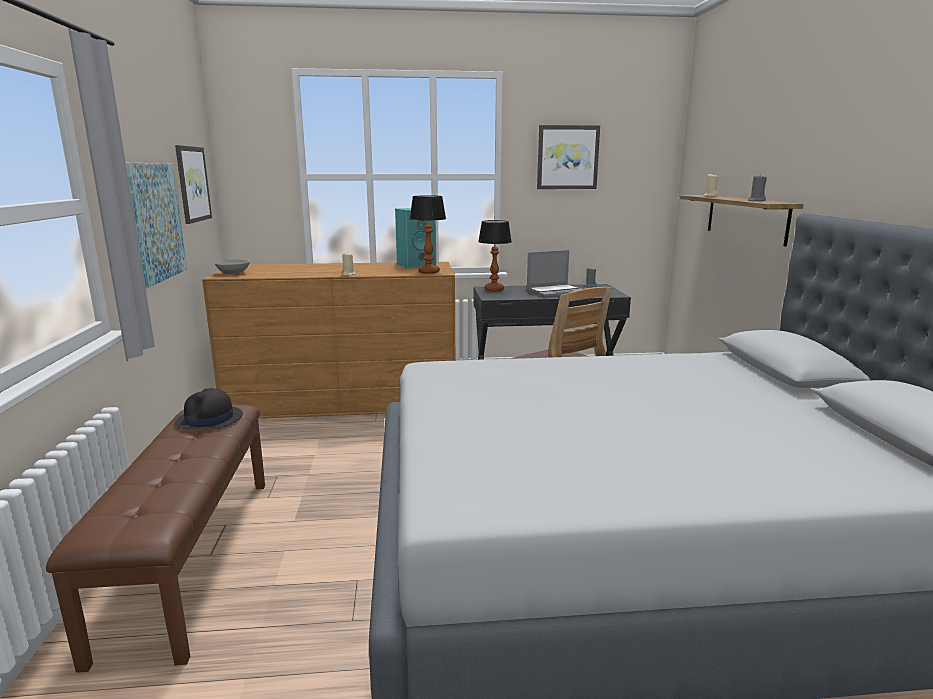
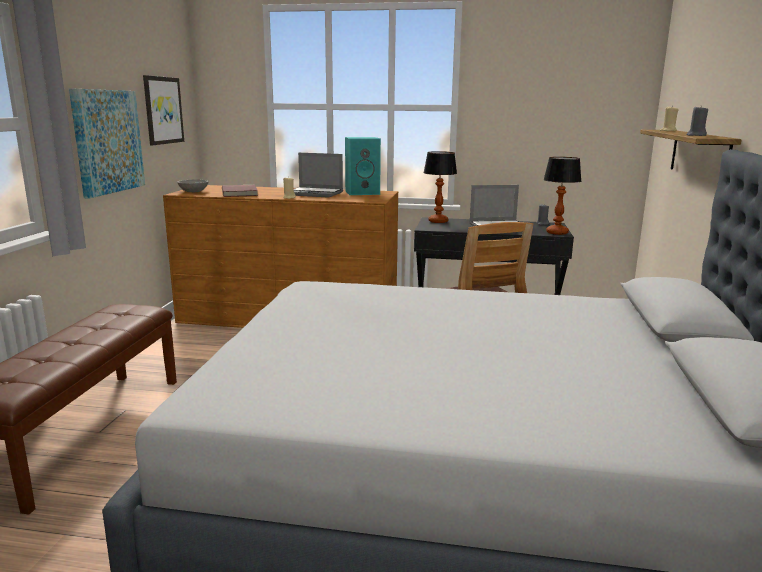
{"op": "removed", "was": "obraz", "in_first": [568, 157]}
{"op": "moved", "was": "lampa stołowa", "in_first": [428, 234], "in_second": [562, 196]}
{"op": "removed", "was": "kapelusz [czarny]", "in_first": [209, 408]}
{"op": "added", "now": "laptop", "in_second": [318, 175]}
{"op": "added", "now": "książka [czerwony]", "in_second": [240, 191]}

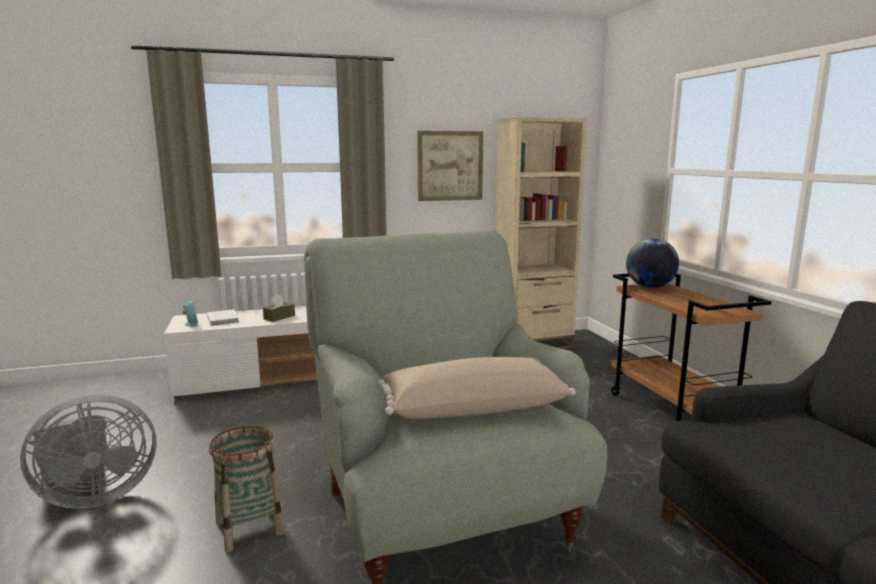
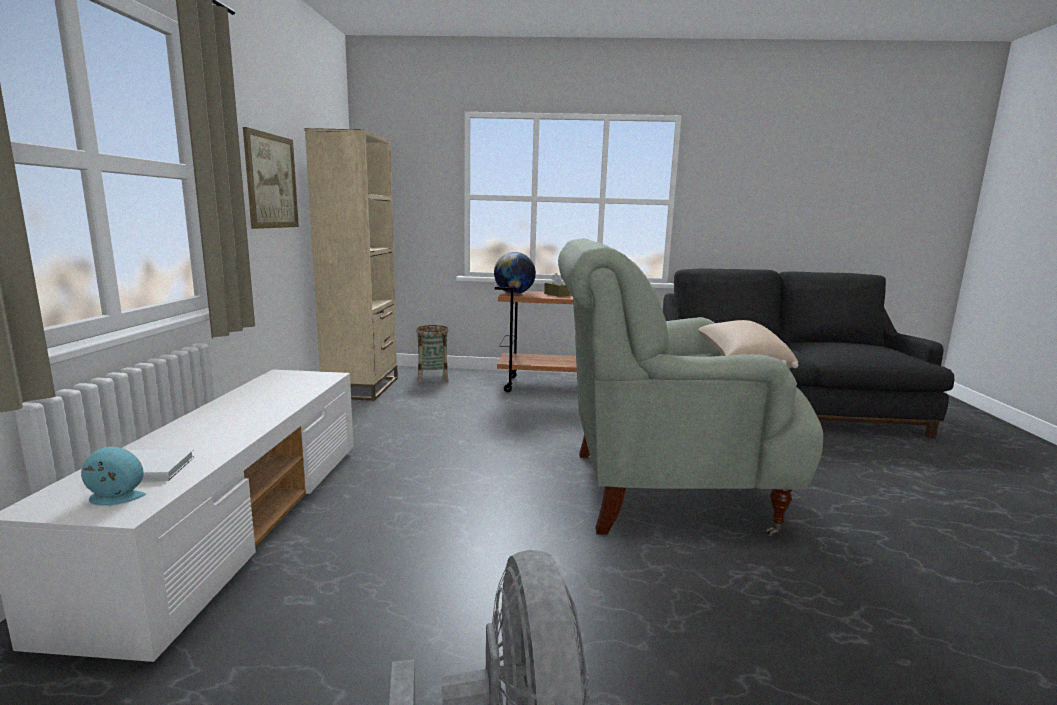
{"op": "moved", "was": "pudełko chusteczek [brązowy]", "in_first": [279, 308], "in_second": [557, 285]}
{"op": "moved", "was": "koszyk", "in_first": [246, 489], "in_second": [432, 354]}

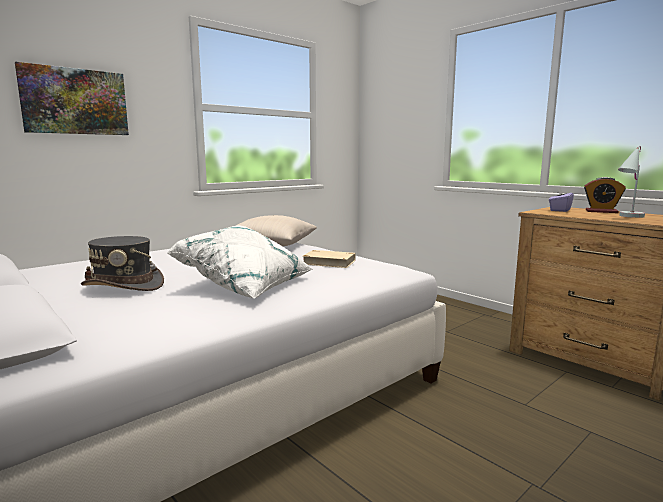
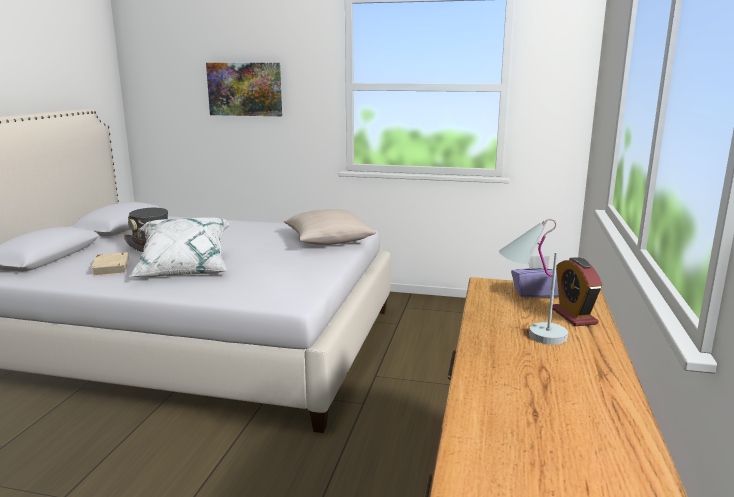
{"op": "moved", "was": "książka [beżowy]", "in_first": [329, 259], "in_second": [110, 264]}

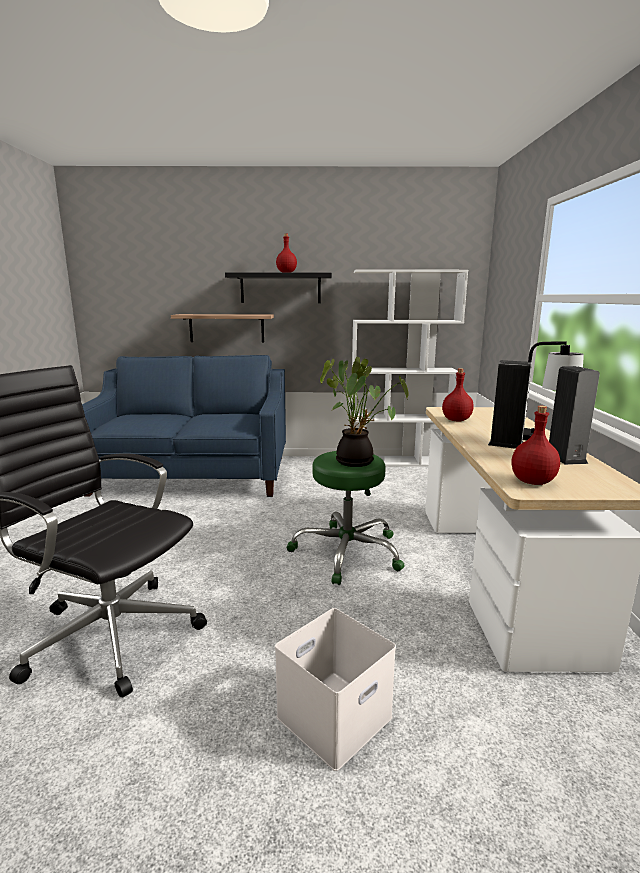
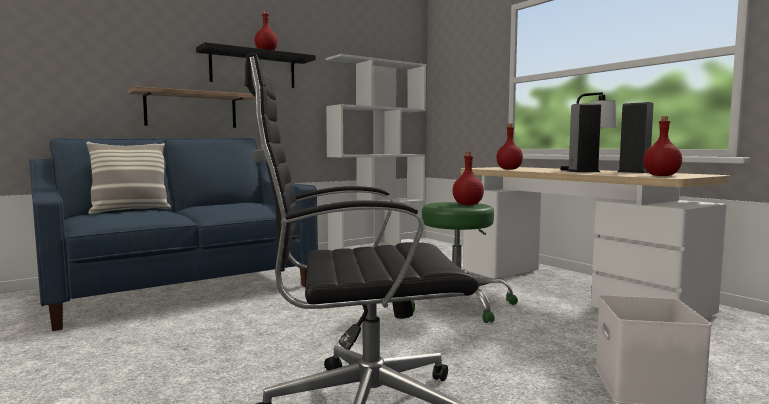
{"op": "replaced", "was": "roślina doniczkowa", "now": "butelka [czerwony]", "in_first": [364, 412], "in_second": [468, 178]}
{"op": "added", "now": "poduszka", "in_second": [128, 178]}

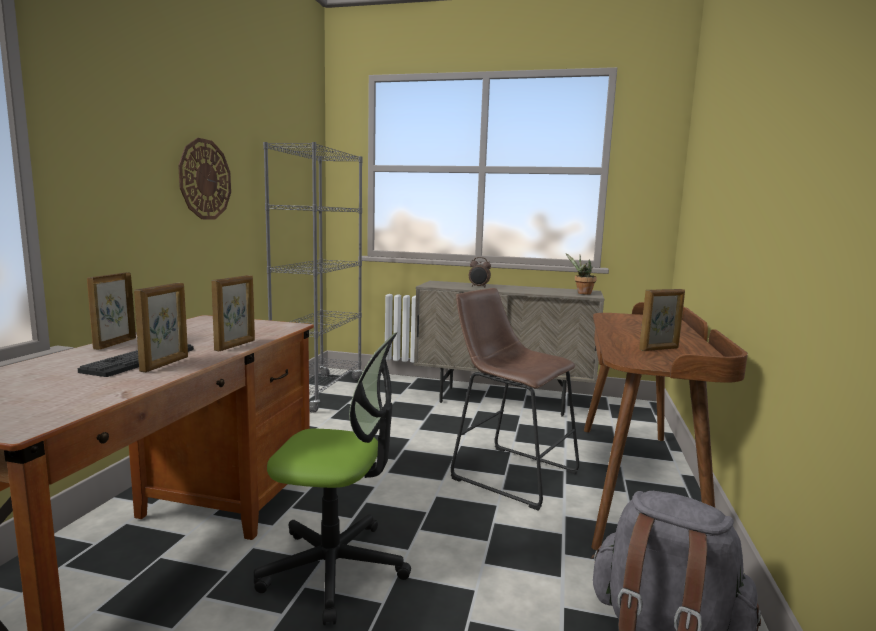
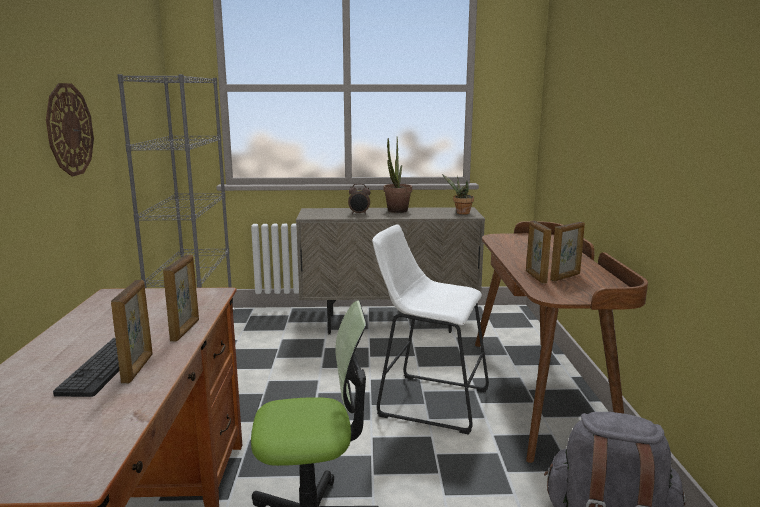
{"op": "moved", "was": "ramka na zdjęcie", "in_first": [111, 311], "in_second": [538, 252]}
{"op": "recoloured", "was": "stołek [brązowy]", "now": "stołek [biały]", "in_first": [515, 399], "in_second": [430, 329]}
{"op": "added", "now": "roślina doniczkowa", "in_second": [398, 175]}

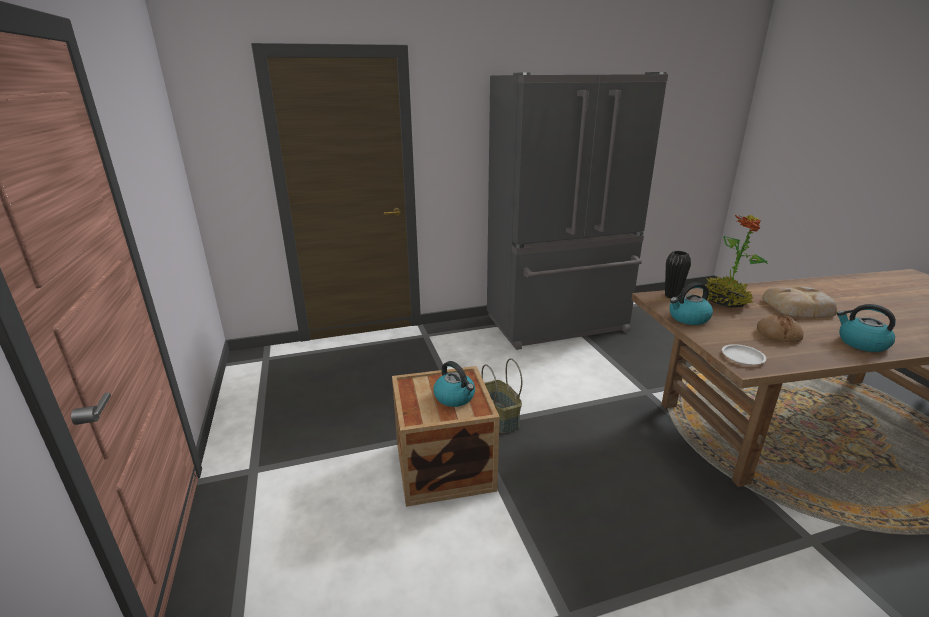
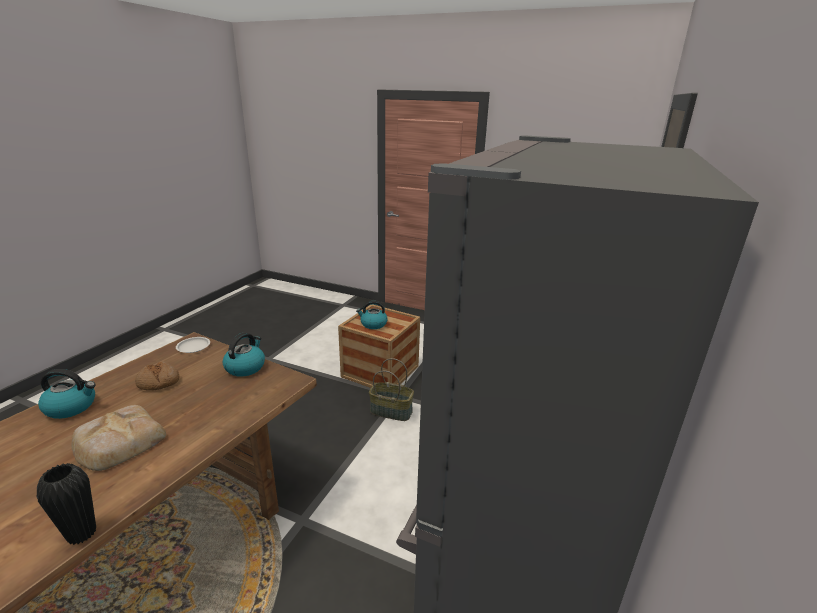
{"op": "removed", "was": "roślina doniczkowa", "in_first": [736, 261]}
{"op": "moved", "was": "wazon [czarny]", "in_first": [678, 274], "in_second": [66, 504]}

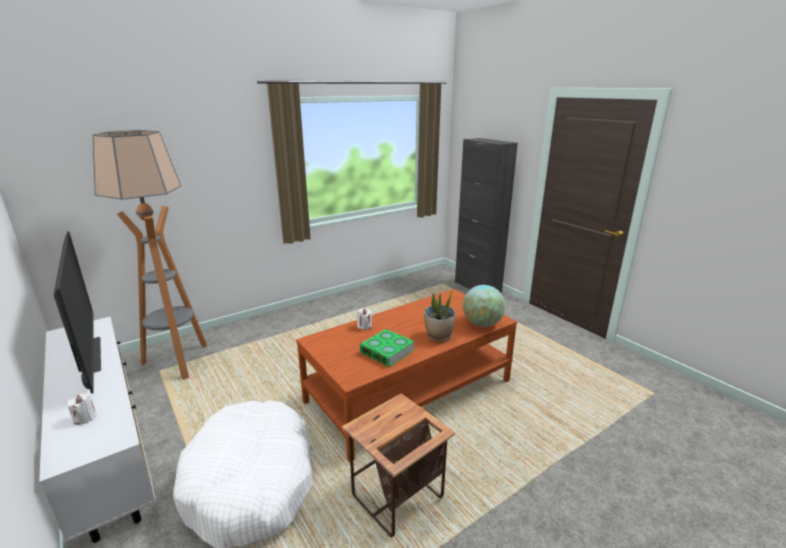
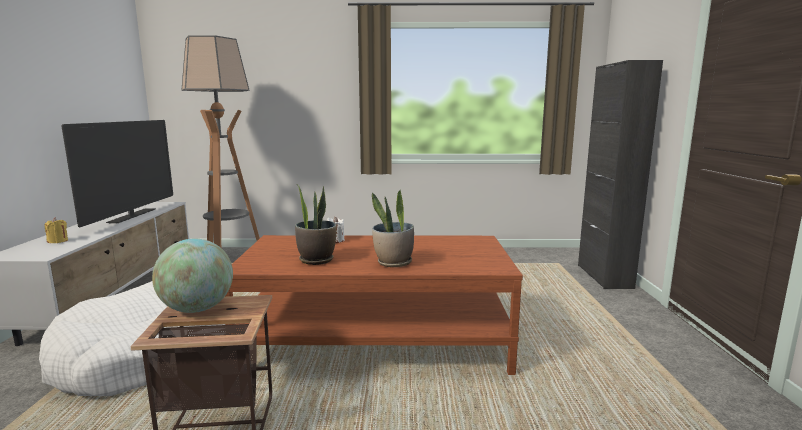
{"op": "moved", "was": "globus", "in_first": [484, 306], "in_second": [192, 276]}
{"op": "replaced", "was": "książka", "now": "roślina doniczkowa", "in_first": [387, 348], "in_second": [316, 225]}
{"op": "recoloured", "was": "świeca [biały]", "now": "świeca [żółty]", "in_first": [82, 409], "in_second": [56, 230]}

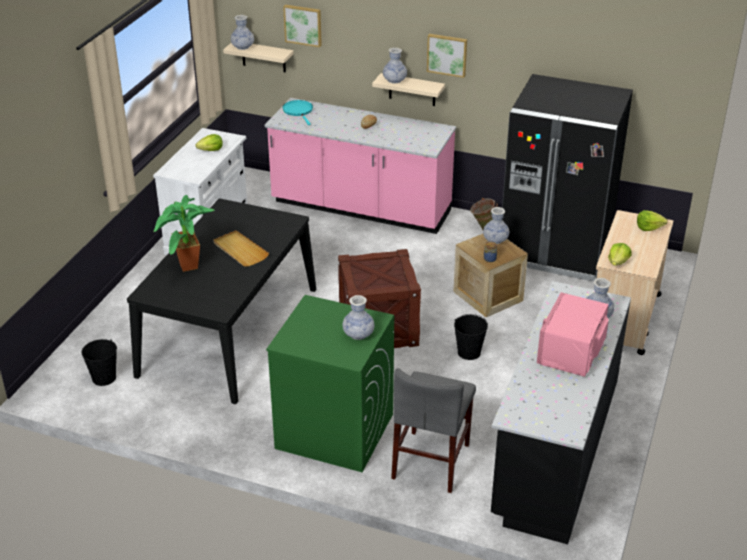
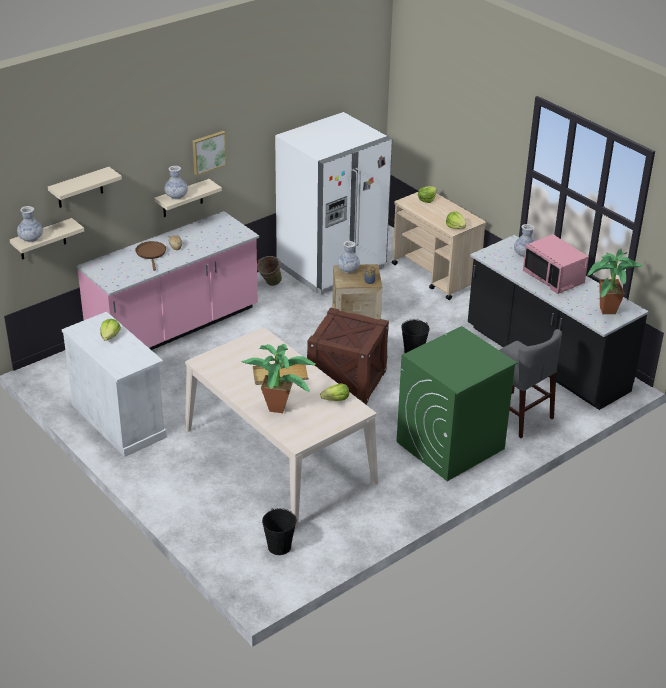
{"op": "replaced", "was": "obraz", "now": "półka [beżowy]", "in_first": [302, 26], "in_second": [85, 187]}
{"op": "recoloured", "was": "lodówka [czarny]", "now": "lodówka [biały]", "in_first": [567, 178], "in_second": [333, 203]}
{"op": "removed", "was": "patelnia [turkusowy]", "in_first": [297, 112]}
{"op": "recoloured", "was": "stół jadalny [czarny]", "now": "stół jadalny [beżowy]", "in_first": [221, 301], "in_second": [281, 428]}
{"op": "removed", "was": "wazon", "in_first": [358, 317]}
{"op": "added", "now": "patelnia [brązowy]", "in_second": [150, 256]}
{"op": "added", "now": "roślina doniczkowa", "in_second": [615, 281]}
{"op": "added", "now": "sałata", "in_second": [334, 392]}

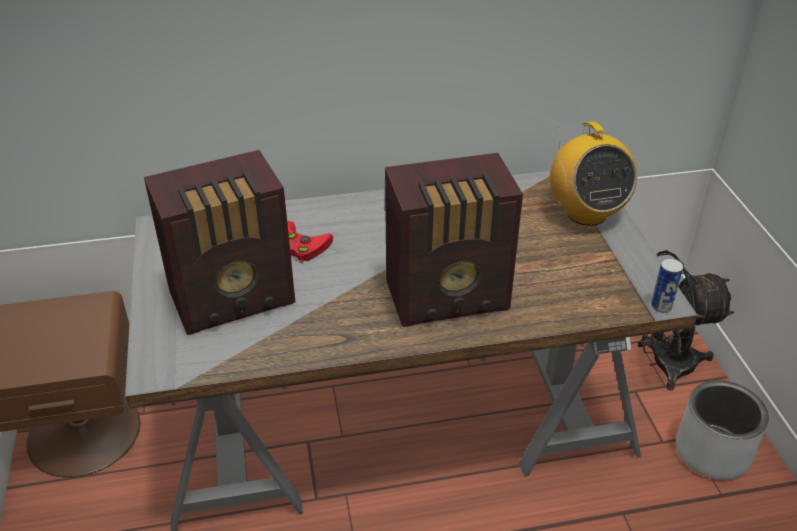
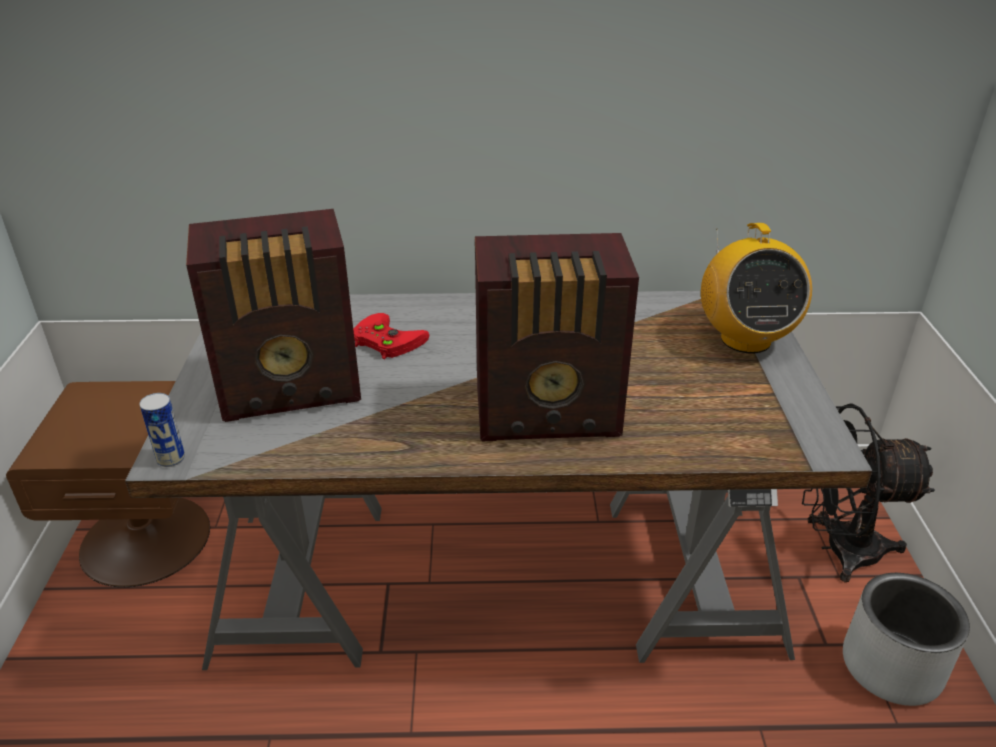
{"op": "moved", "was": "puszka", "in_first": [667, 285], "in_second": [162, 430]}

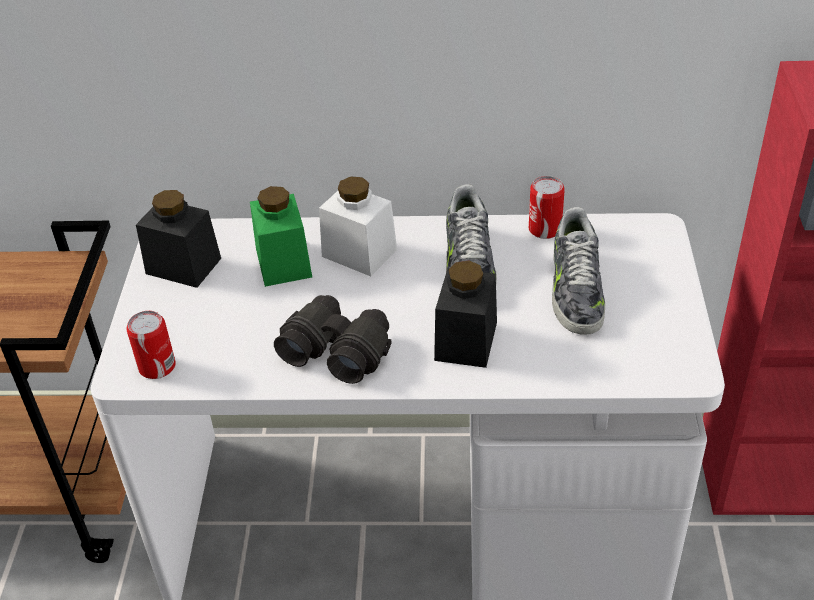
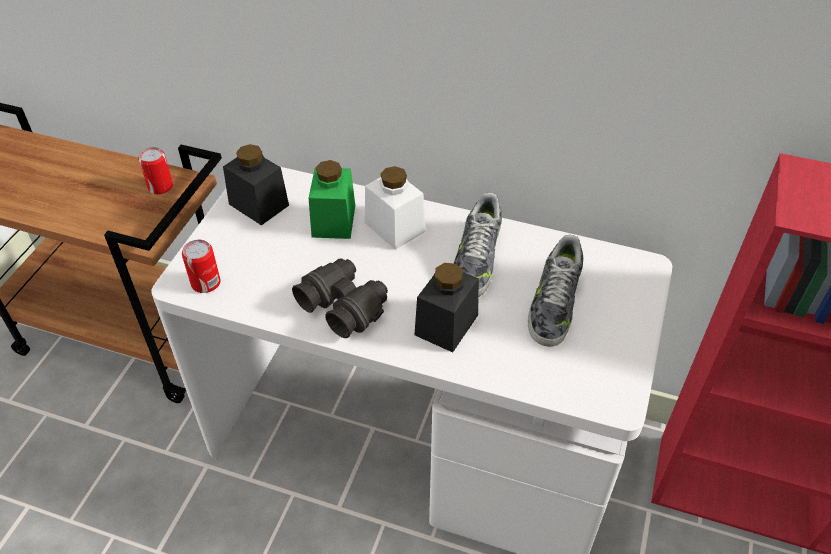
{"op": "moved", "was": "puszka", "in_first": [547, 207], "in_second": [155, 170]}

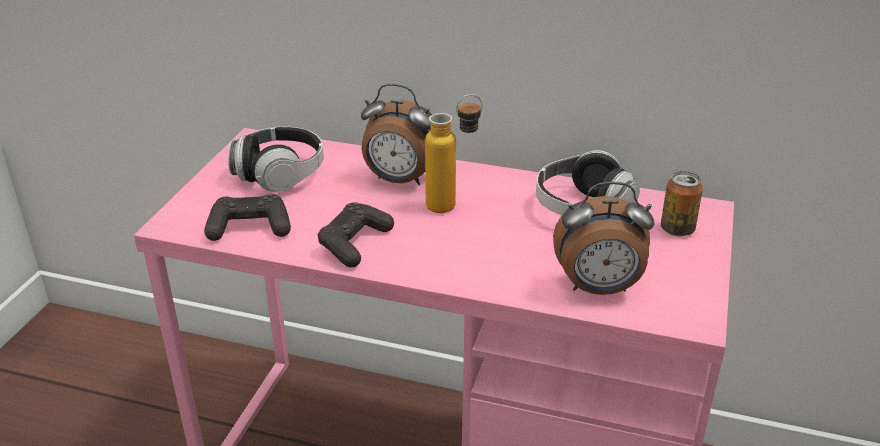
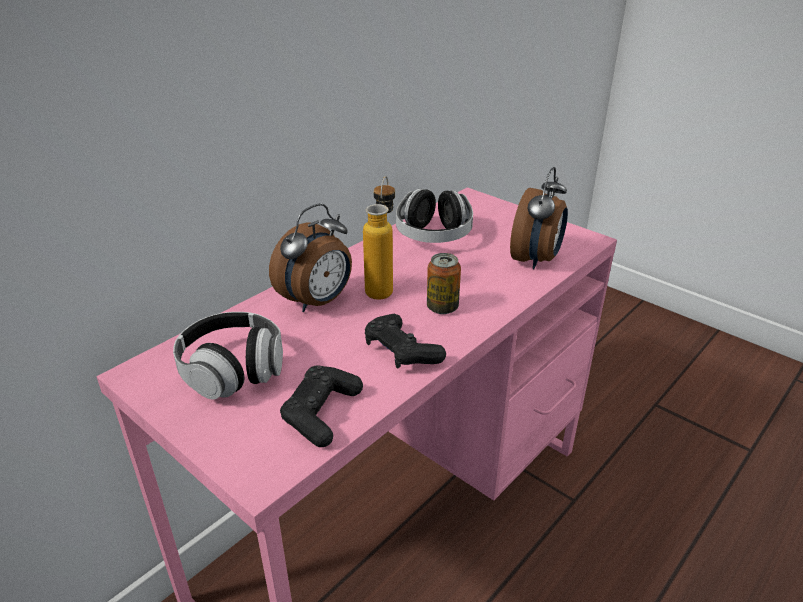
{"op": "moved", "was": "puszka", "in_first": [682, 204], "in_second": [444, 283]}

